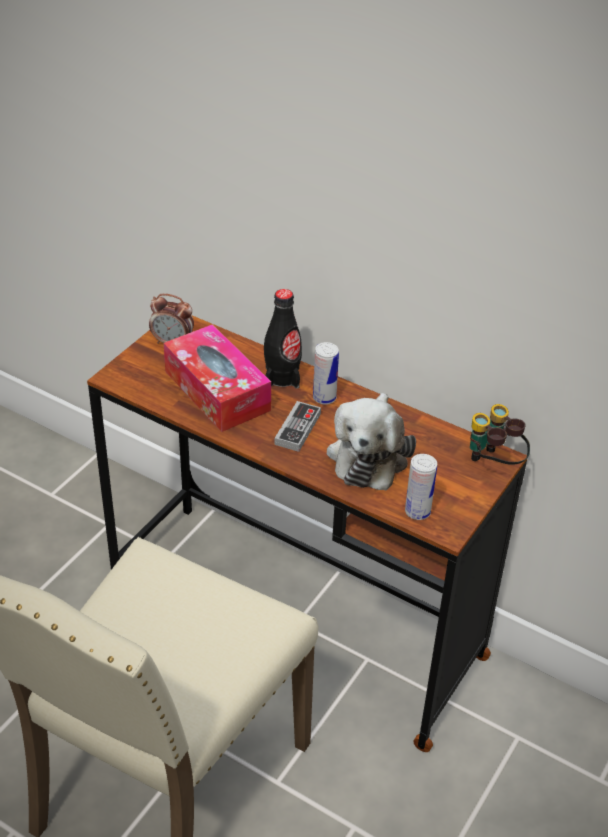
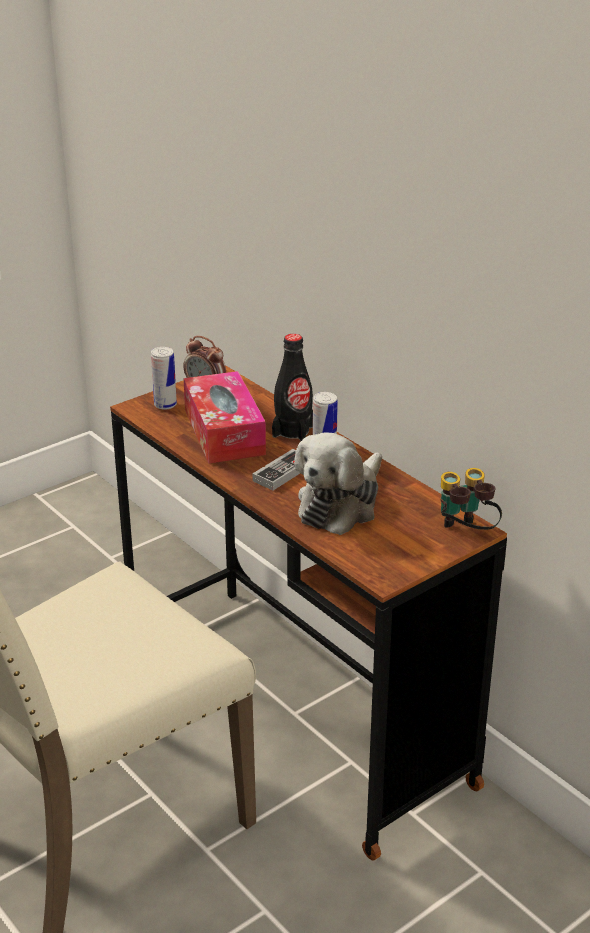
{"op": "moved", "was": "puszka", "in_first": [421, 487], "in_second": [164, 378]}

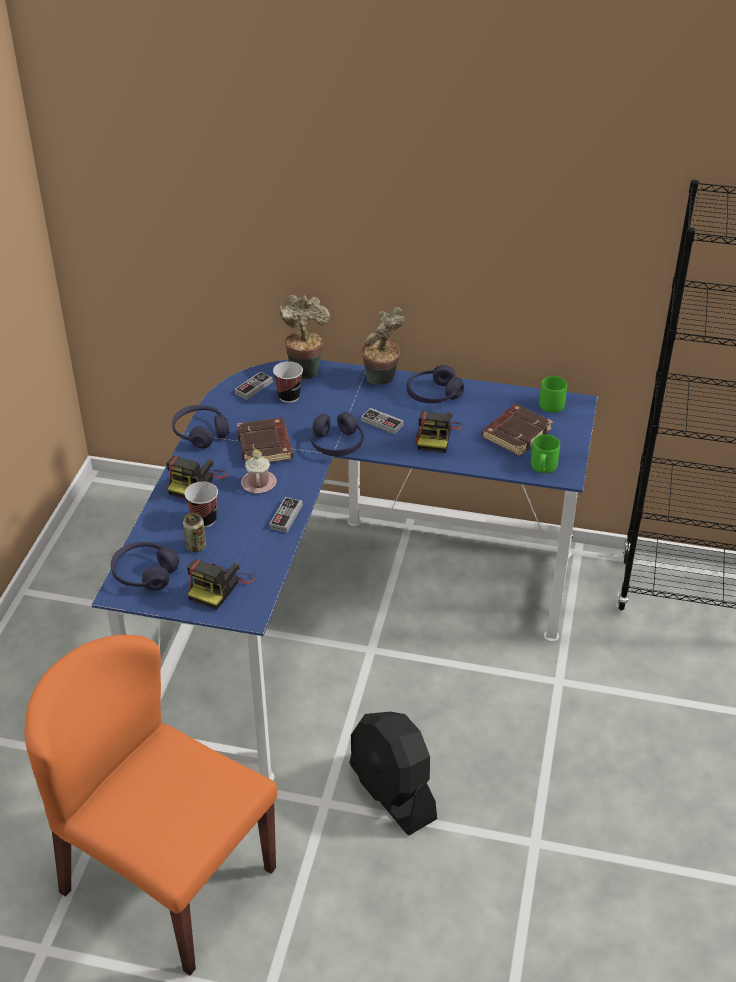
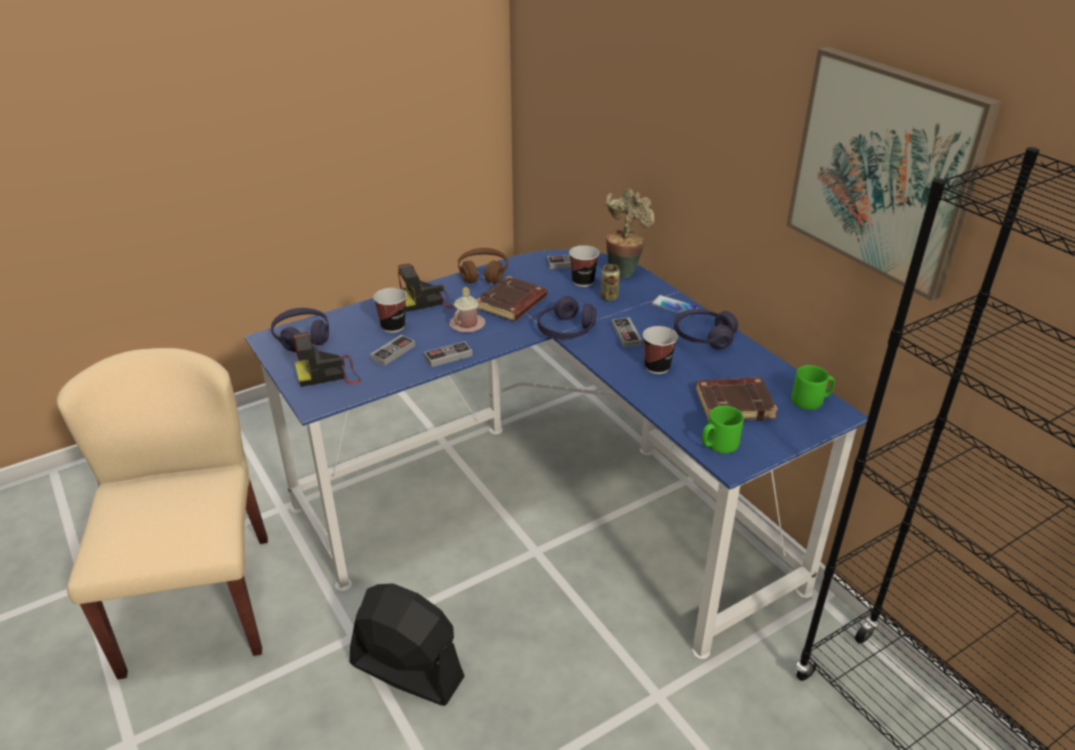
{"op": "replaced", "was": "roślina doniczkowa", "now": "telefon", "in_first": [384, 346], "in_second": [674, 305]}
{"op": "recoloured", "was": "słuchawki [fioletowy]", "now": "słuchawki [brązowy]", "in_first": [200, 426], "in_second": [483, 266]}
{"op": "replaced", "was": "aparat fotograficzny", "now": "filiżanka", "in_first": [438, 432], "in_second": [660, 350]}
{"op": "moved", "was": "puszka", "in_first": [194, 532], "in_second": [610, 282]}
{"op": "recoloured", "was": "krzesło [pomarańczowy]", "now": "krzesło [beżowy]", "in_first": [151, 805], "in_second": [162, 513]}
{"op": "turned", "was": "wentylator [czarny]", "in_first": [393, 773], "in_second": [407, 644], "clockwise": 105}
{"op": "added", "now": "obraz", "in_second": [893, 174]}
{"op": "added", "now": "pad do gier", "in_second": [392, 350]}

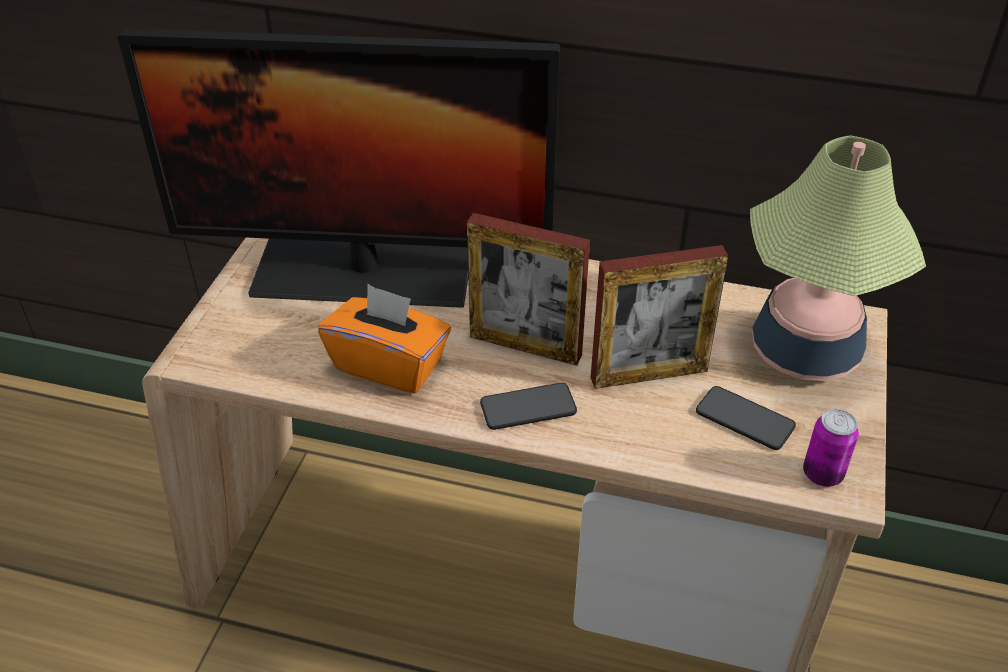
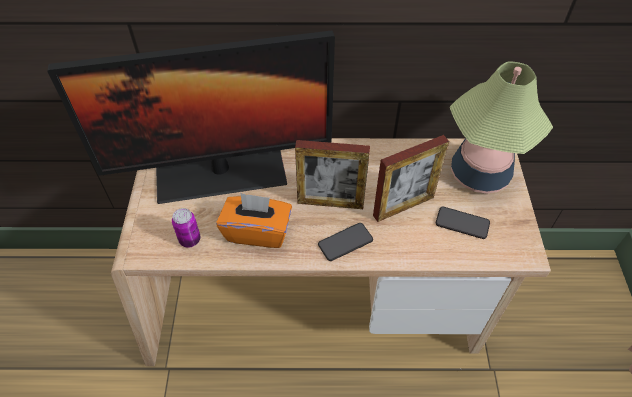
{"op": "moved", "was": "puszka", "in_first": [831, 448], "in_second": [186, 228]}

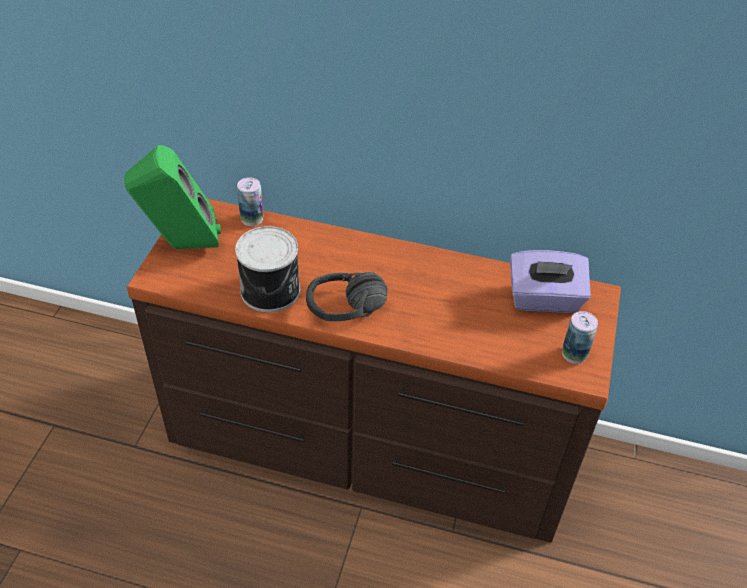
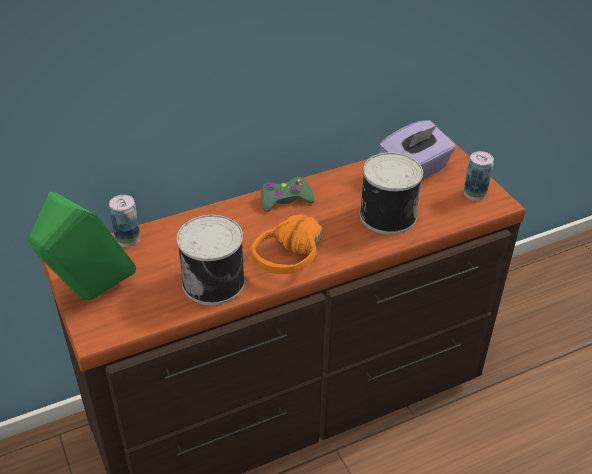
{"op": "recoloured", "was": "słuchawki [czarny]", "now": "słuchawki [pomarańczowy]", "in_first": [347, 296], "in_second": [287, 244]}
{"op": "added", "now": "puszka", "in_second": [391, 193]}
{"op": "added", "now": "pad do gier [zielony]", "in_second": [287, 194]}

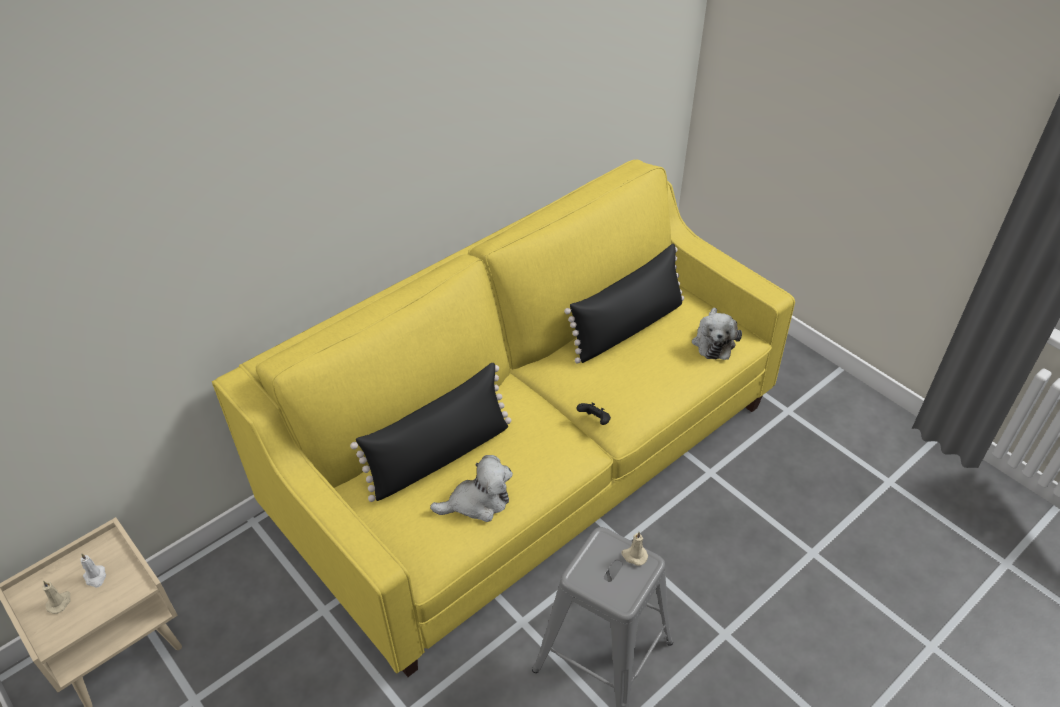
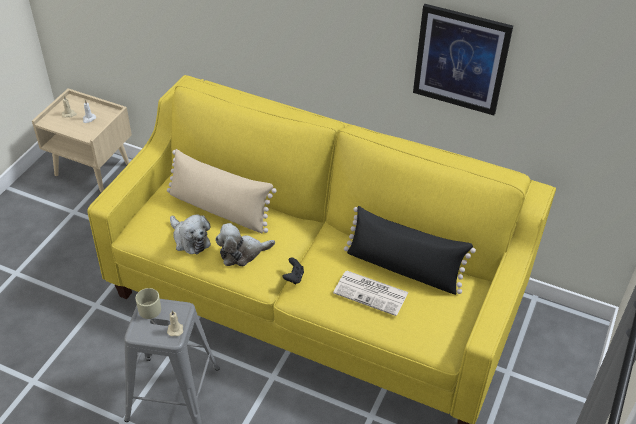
{"op": "moved", "was": "pluszak", "in_first": [717, 334], "in_second": [245, 244]}
{"op": "recoloured", "was": "poduszka [czarny]", "now": "poduszka [beżowy]", "in_first": [430, 432], "in_second": [222, 191]}
{"op": "added", "now": "obraz", "in_second": [463, 59]}
{"op": "added", "now": "gazeta", "in_second": [370, 293]}
{"op": "added", "now": "kubek [beżowy]", "in_second": [148, 303]}

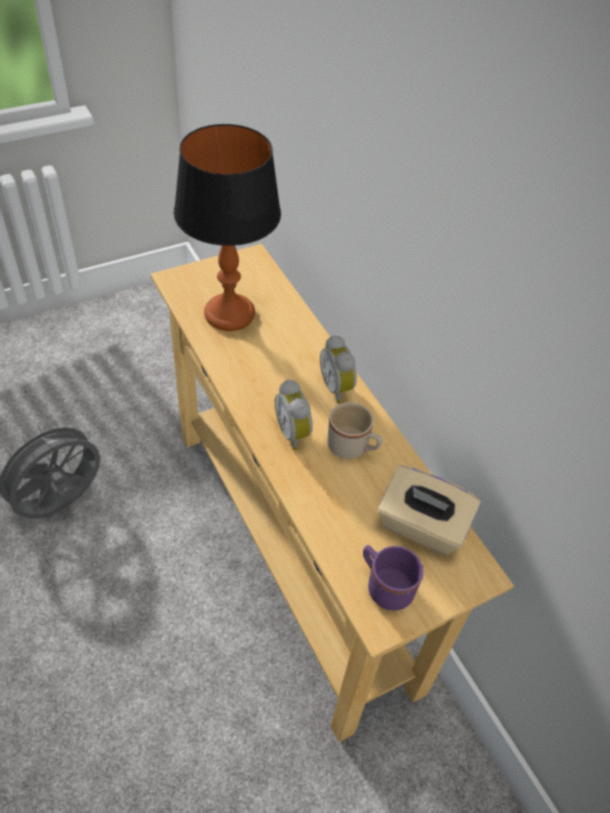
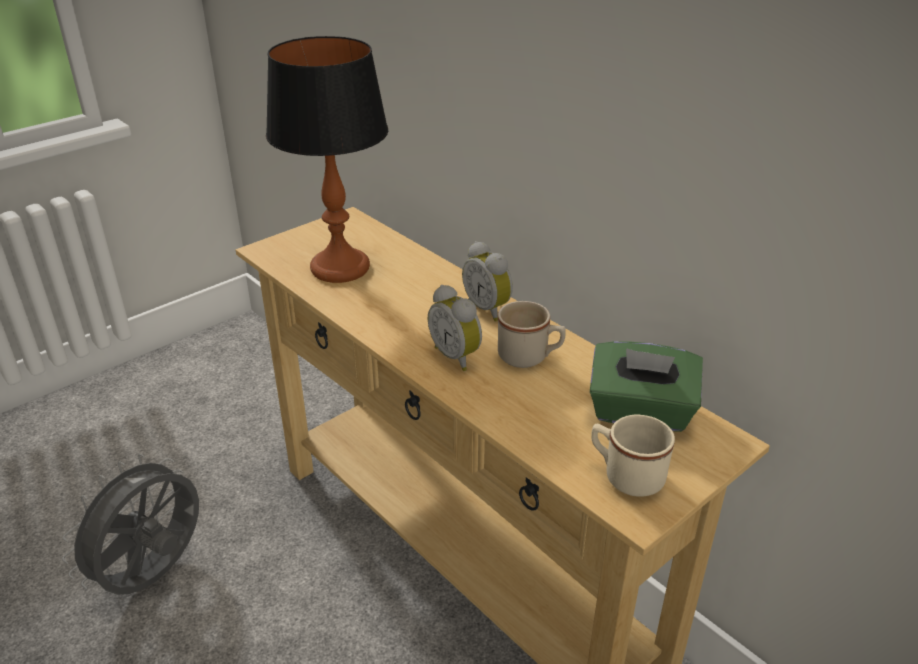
{"op": "recoloured", "was": "pudełko chusteczek [beżowy]", "now": "pudełko chusteczek [zielony]", "in_first": [429, 510], "in_second": [646, 386]}
{"op": "recoloured", "was": "kubek [fioletowy]", "now": "kubek [beżowy]", "in_first": [393, 578], "in_second": [633, 455]}

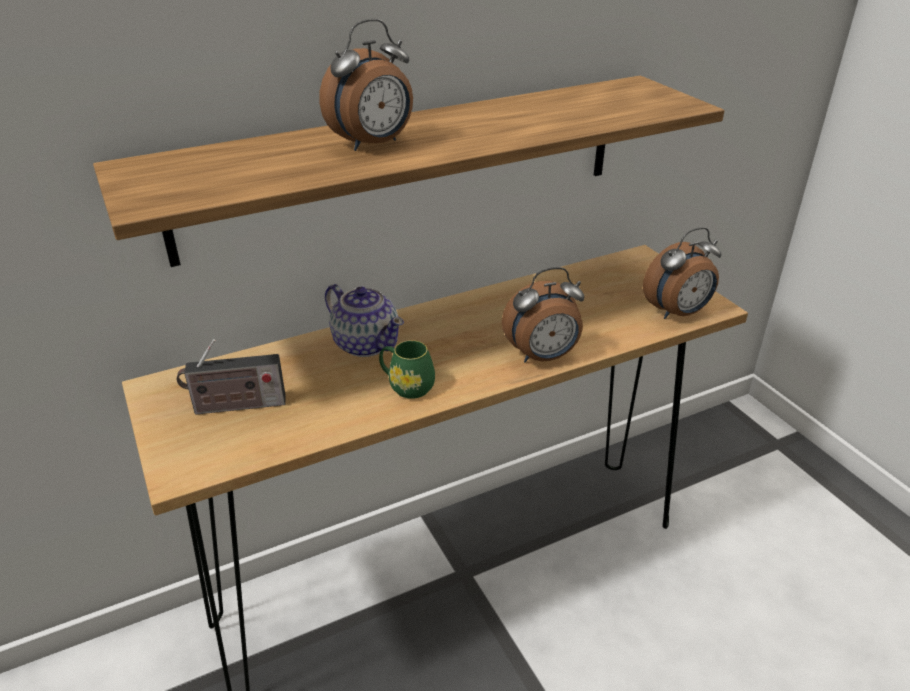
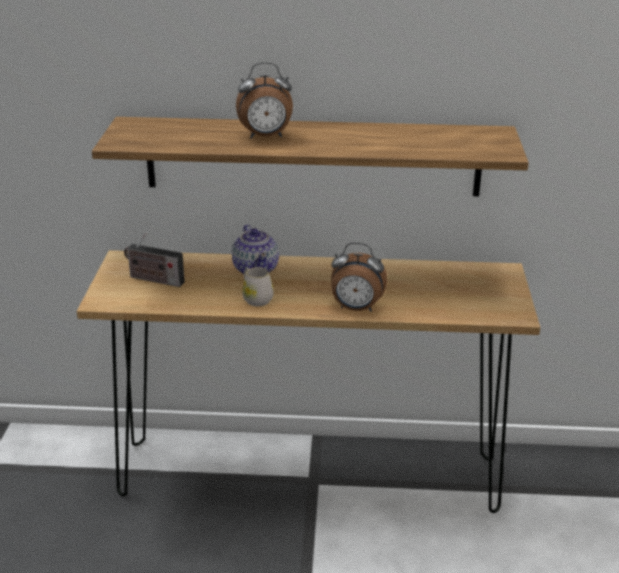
{"op": "removed", "was": "budzik", "in_first": [682, 273]}
{"op": "recoloured", "was": "kubek [zielony]", "now": "kubek [biały]", "in_first": [407, 369], "in_second": [258, 286]}

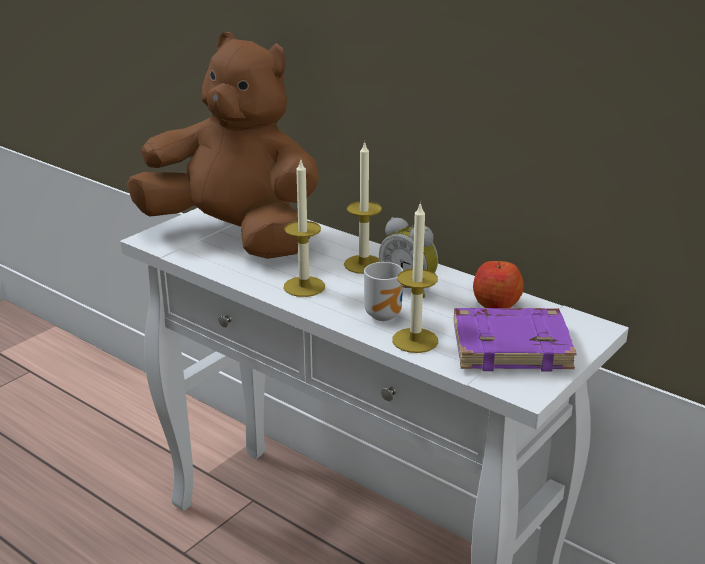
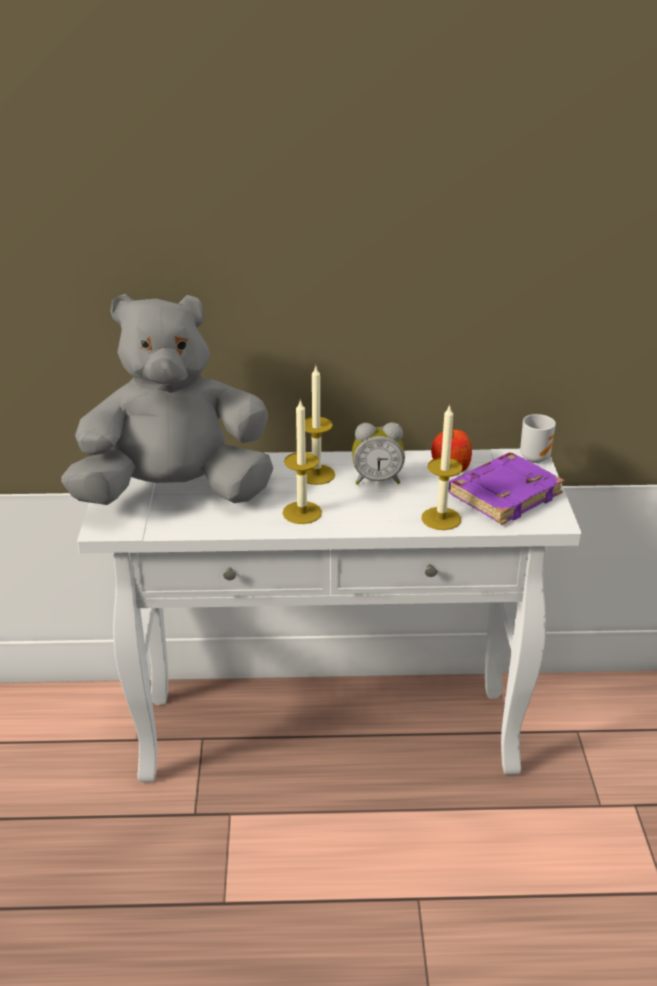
{"op": "recoloured", "was": "pluszak [brązowy]", "now": "pluszak [szary]", "in_first": [223, 145], "in_second": [167, 399]}
{"op": "moved", "was": "kubek", "in_first": [383, 291], "in_second": [538, 438]}

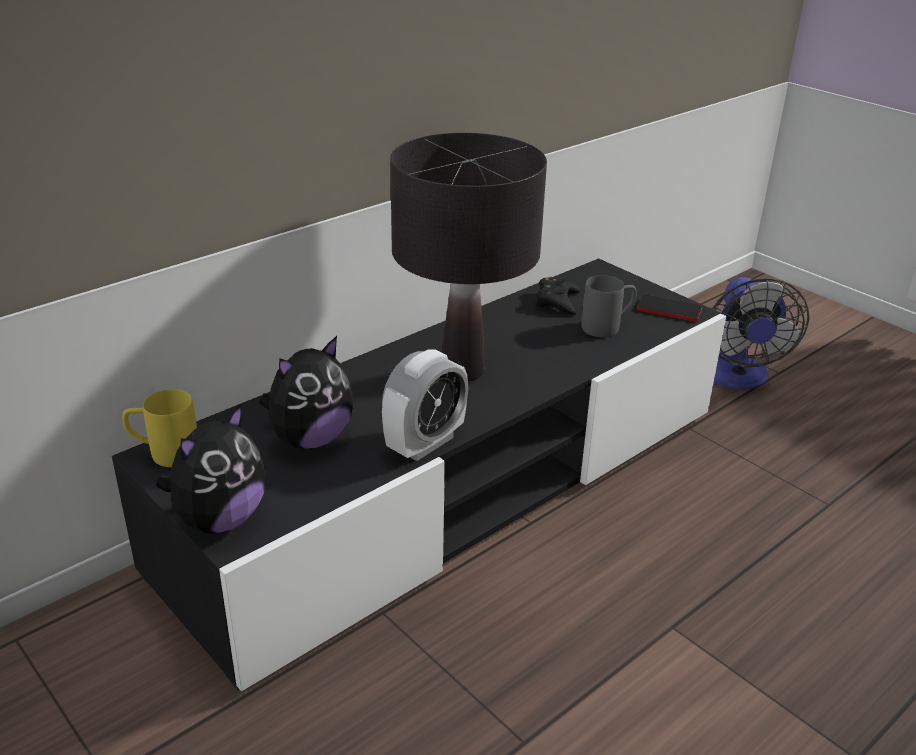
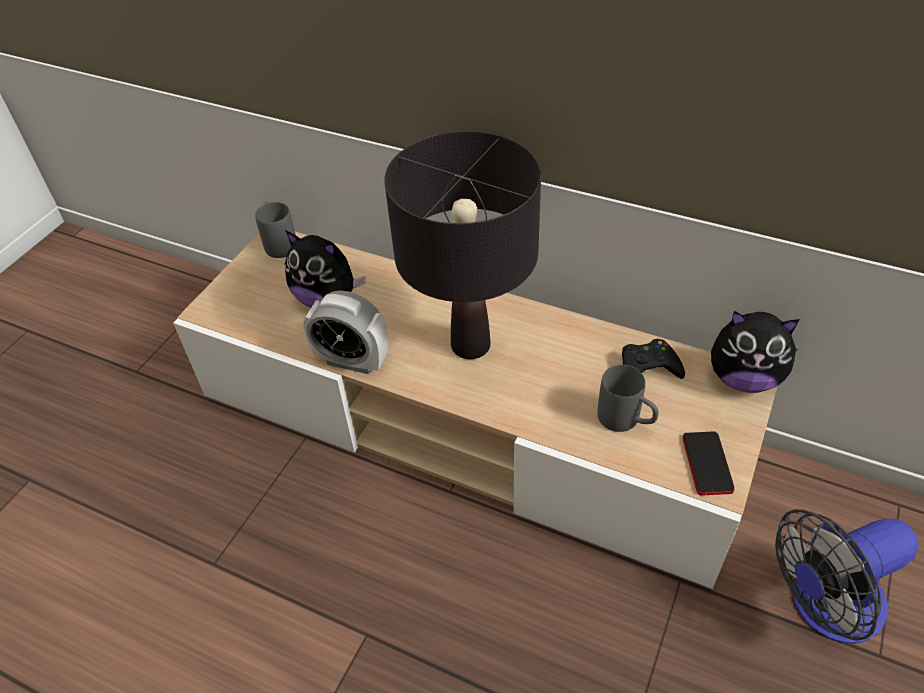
{"op": "recoloured", "was": "szafka pod telewizor [czarny]", "now": "szafka pod telewizor [beżowy]", "in_first": [419, 474], "in_second": [475, 410]}
{"op": "recoloured", "was": "kubek [żółty]", "now": "kubek [szary]", "in_first": [159, 428], "in_second": [275, 229]}
{"op": "moved", "was": "pluszak", "in_first": [211, 468], "in_second": [755, 352]}

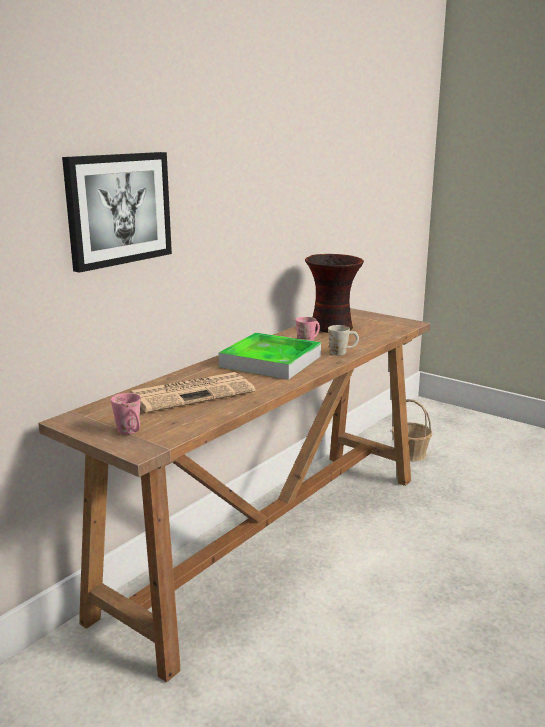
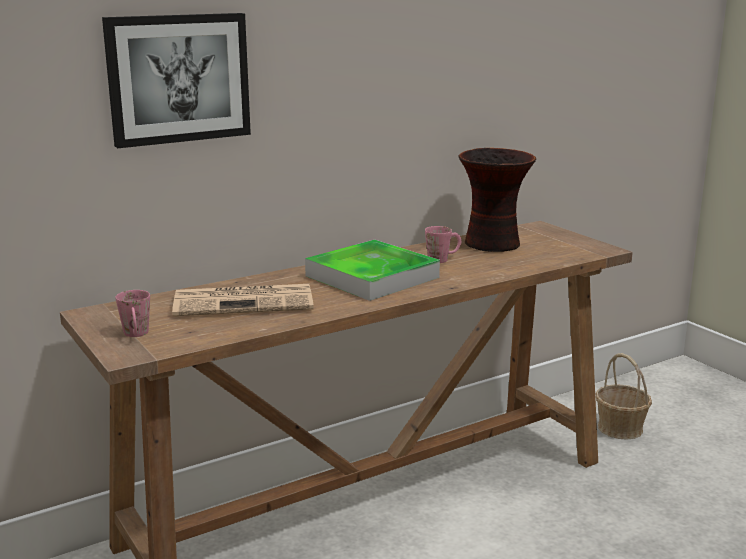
{"op": "removed", "was": "kubek [biały]", "in_first": [343, 340]}

